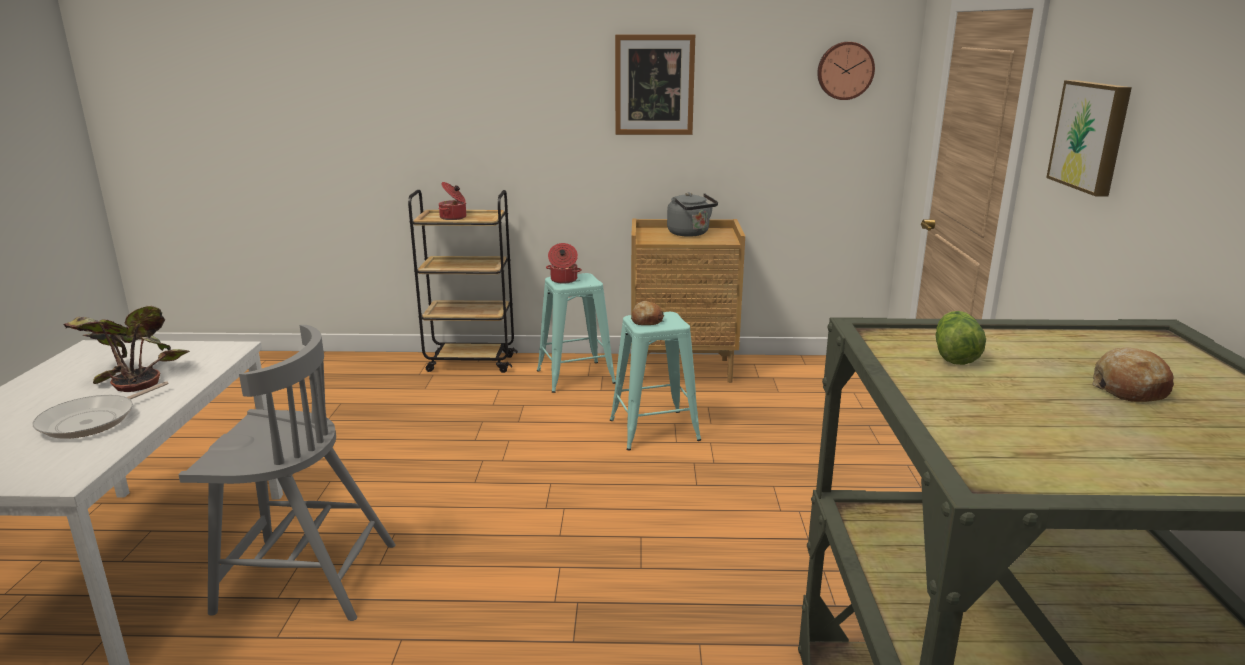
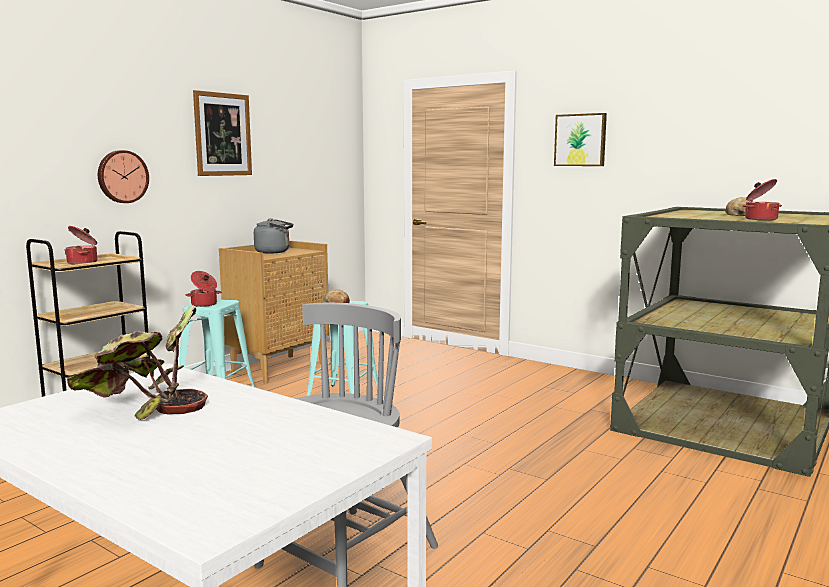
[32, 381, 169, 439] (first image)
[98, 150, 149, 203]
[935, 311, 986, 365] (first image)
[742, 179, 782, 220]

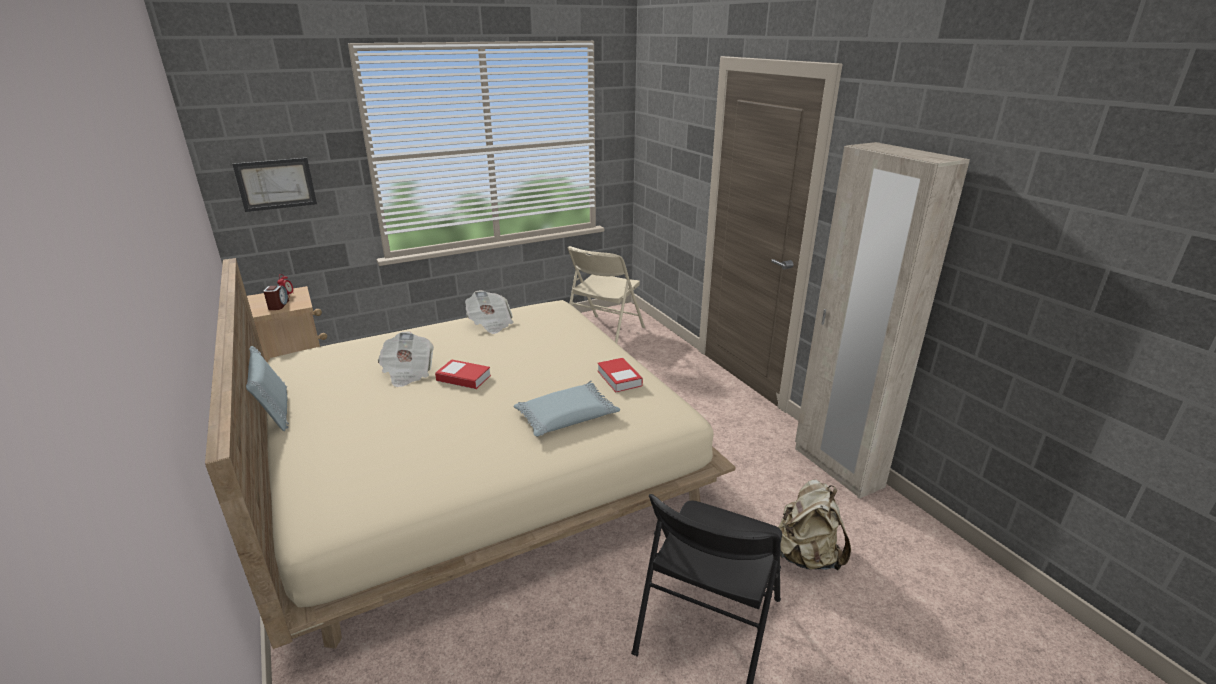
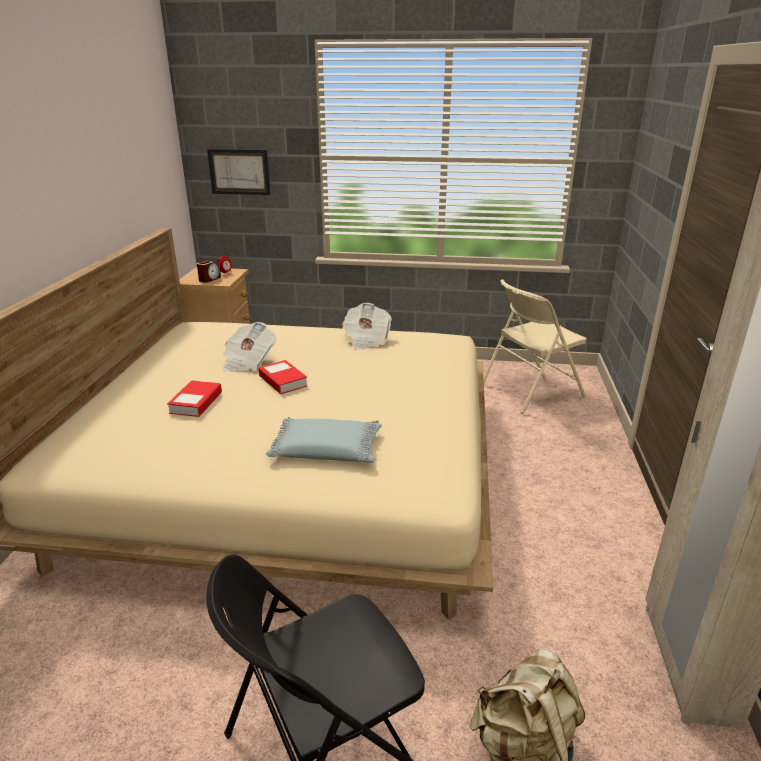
[246, 346, 289, 431] (first image)
[167, 380, 222, 417]

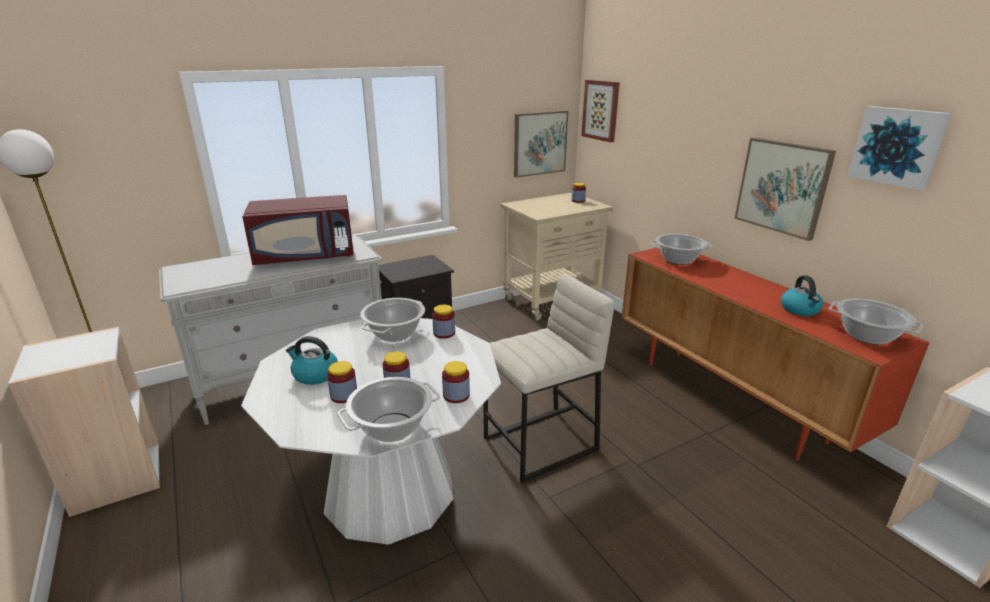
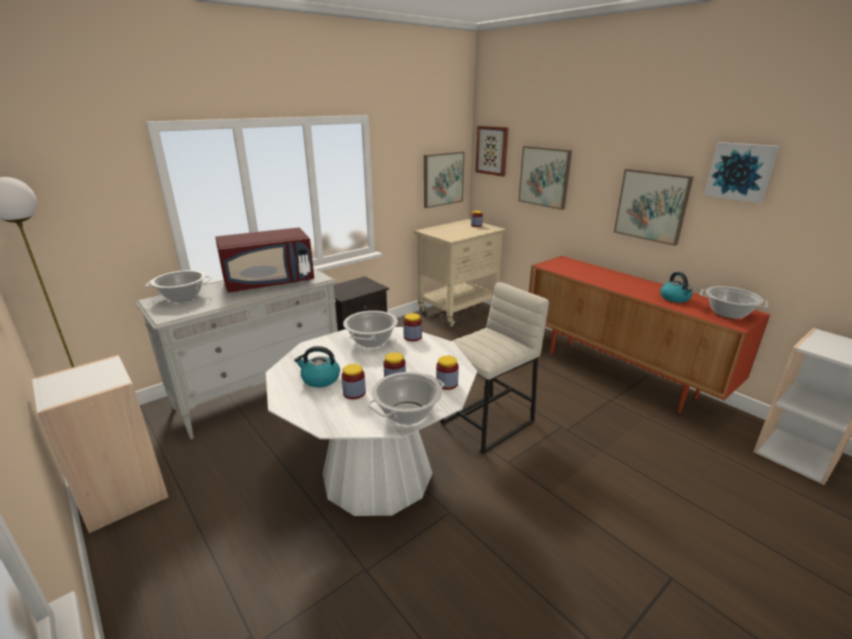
[146, 270, 211, 302]
[518, 146, 572, 210]

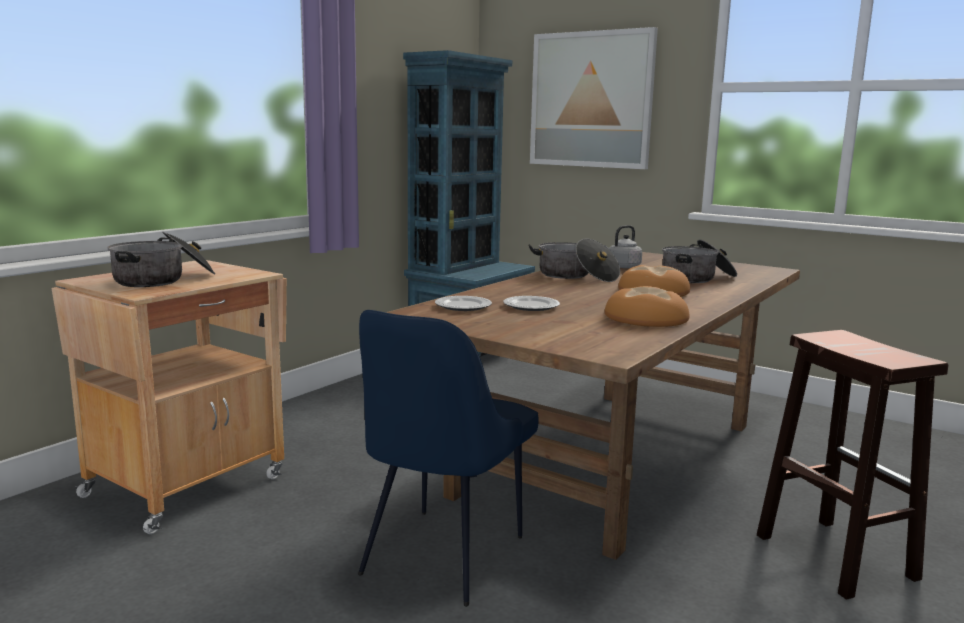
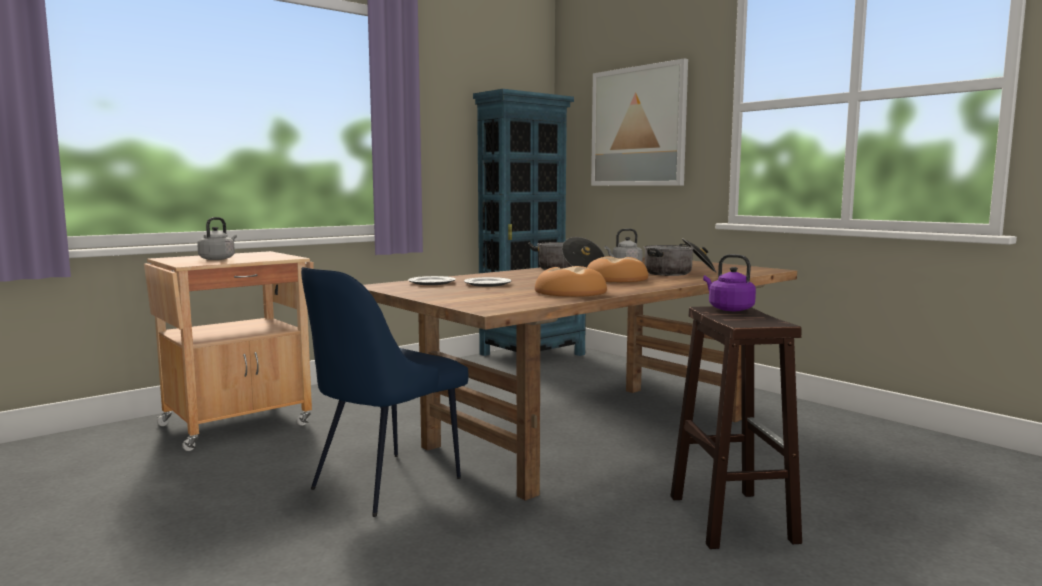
[197, 217, 237, 260]
[703, 254, 756, 311]

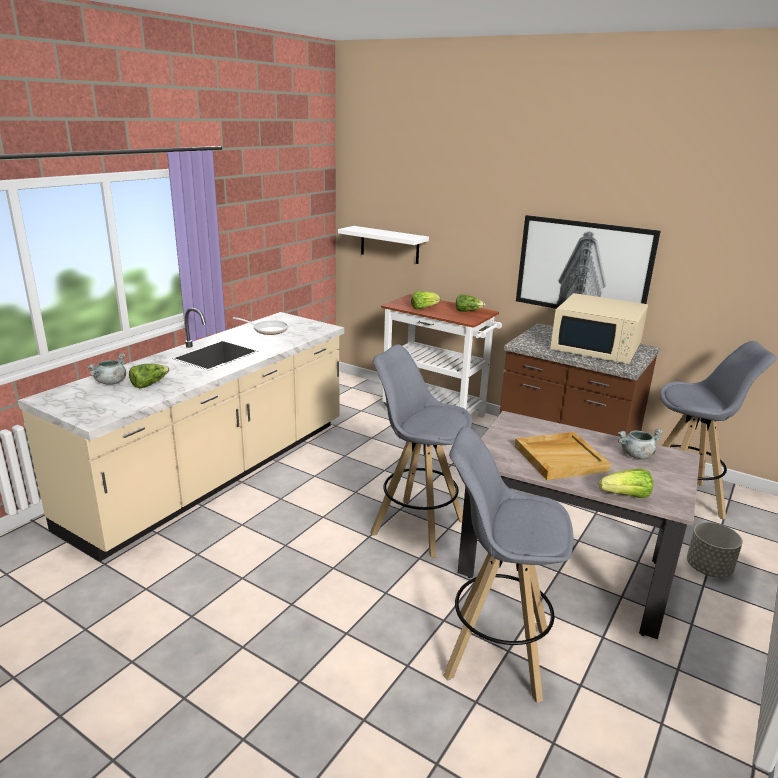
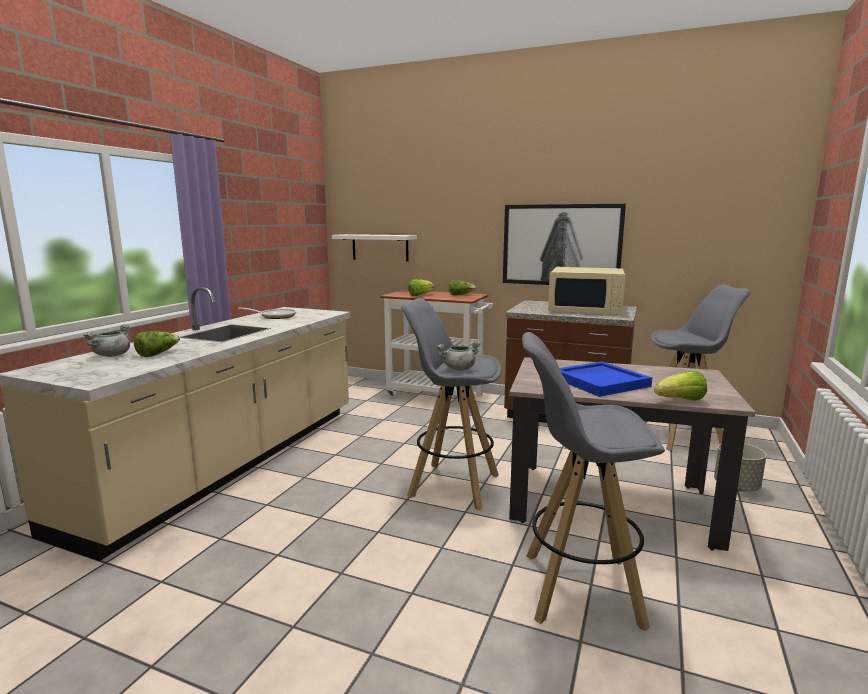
[560, 361, 652, 397]
[436, 341, 480, 370]

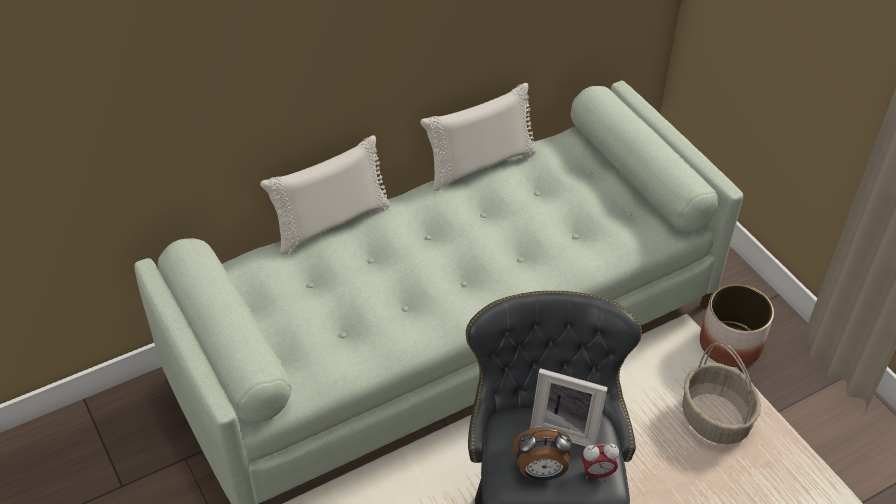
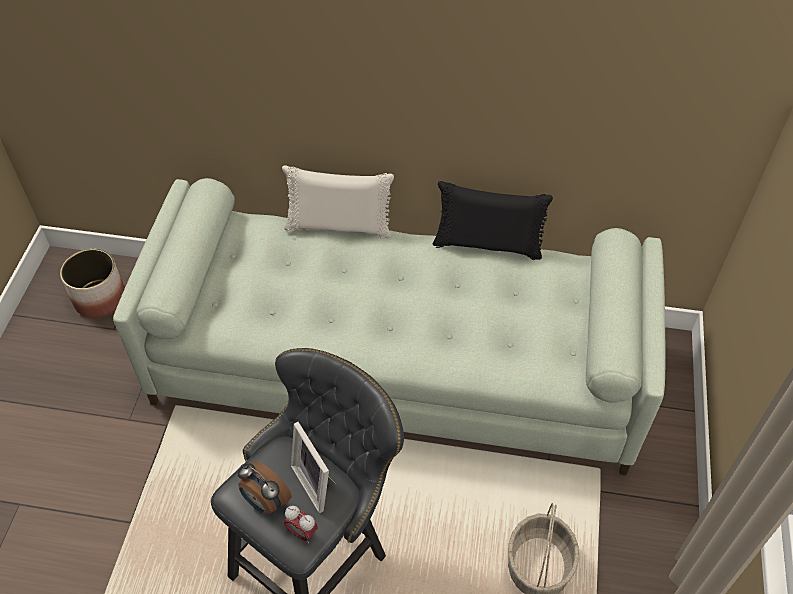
[433, 181, 553, 260]
[60, 249, 125, 318]

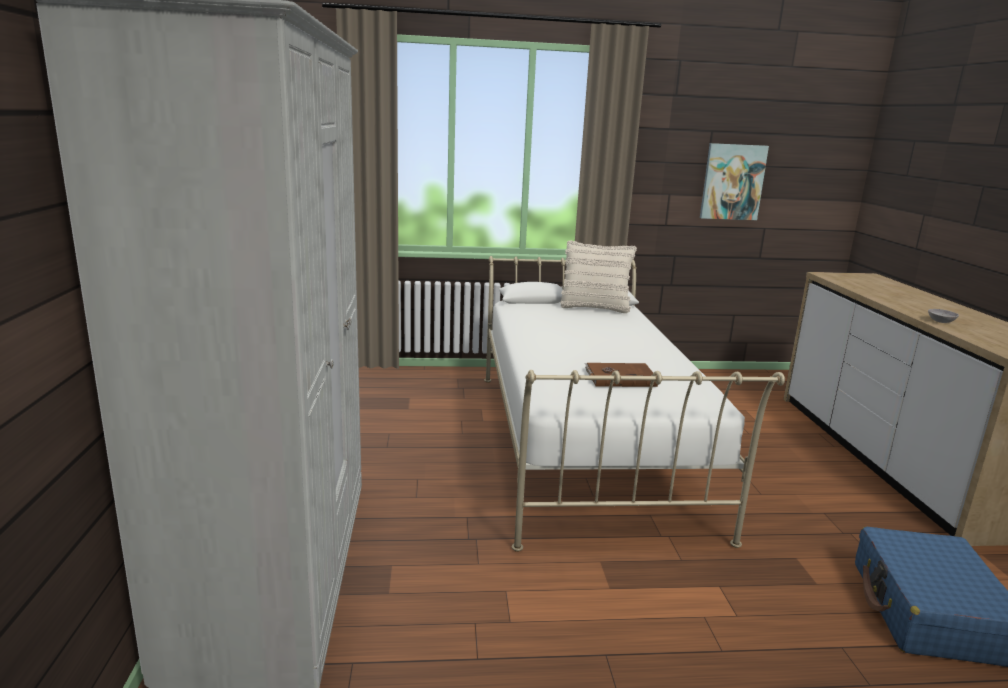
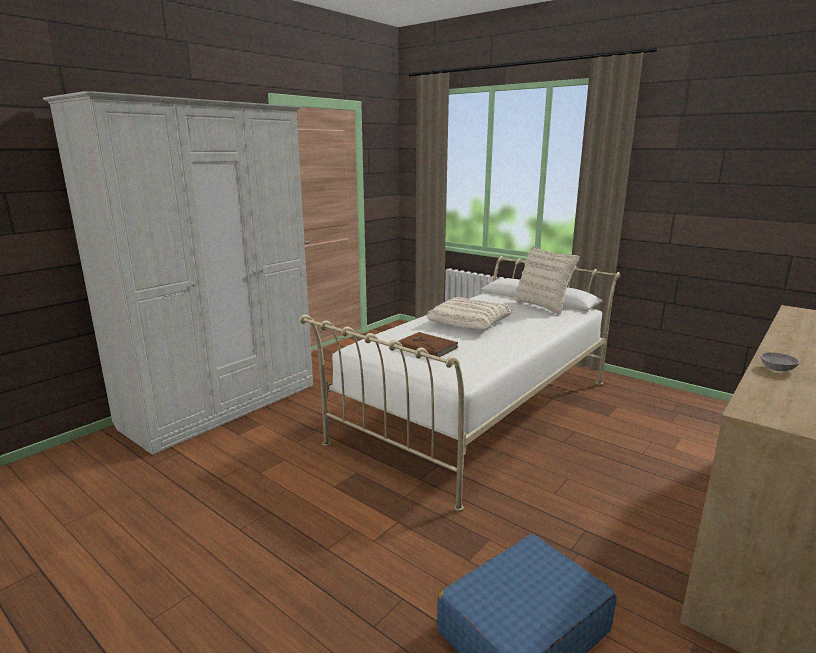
[700, 143, 769, 220] (first image)
[427, 297, 513, 330]

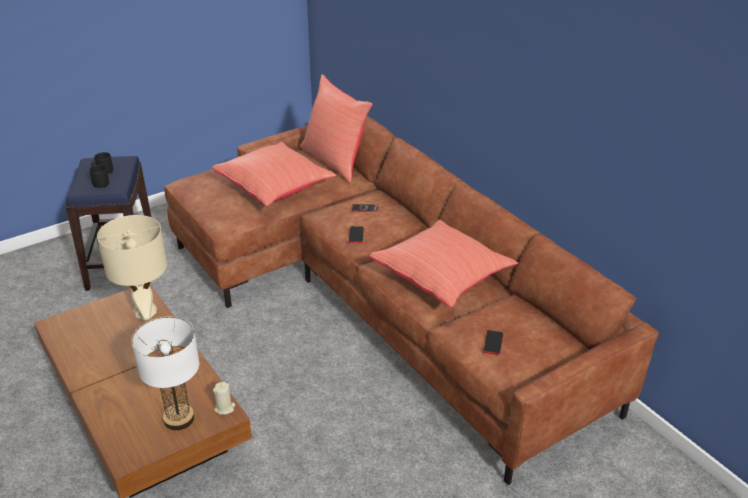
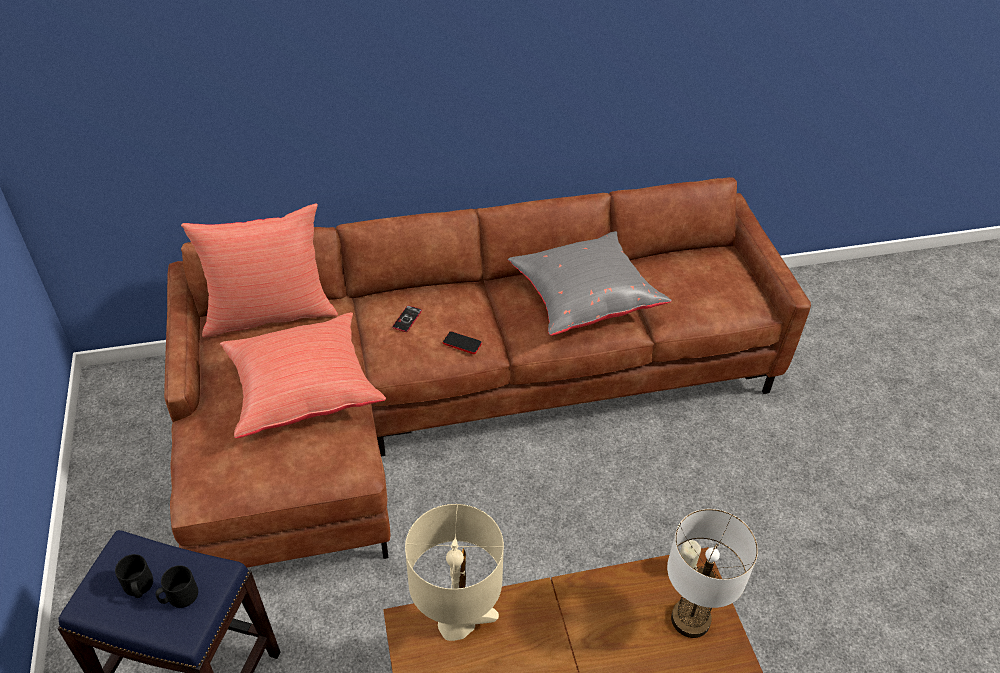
[508, 231, 672, 336]
[483, 330, 503, 355] (first image)

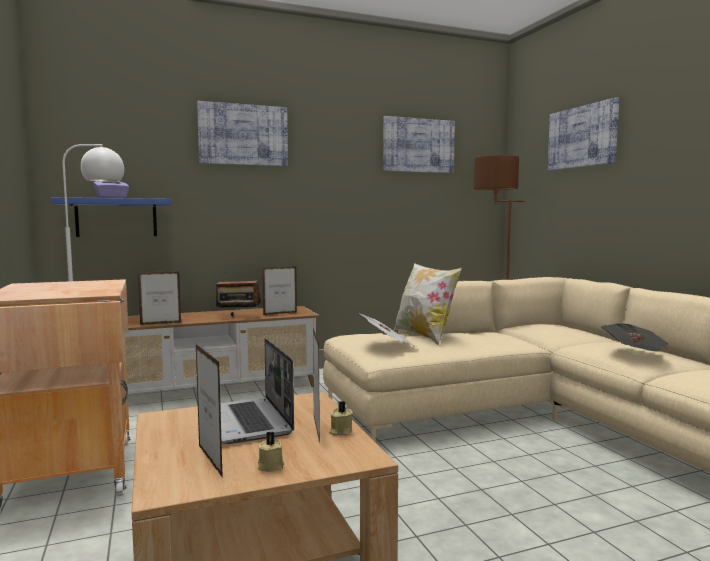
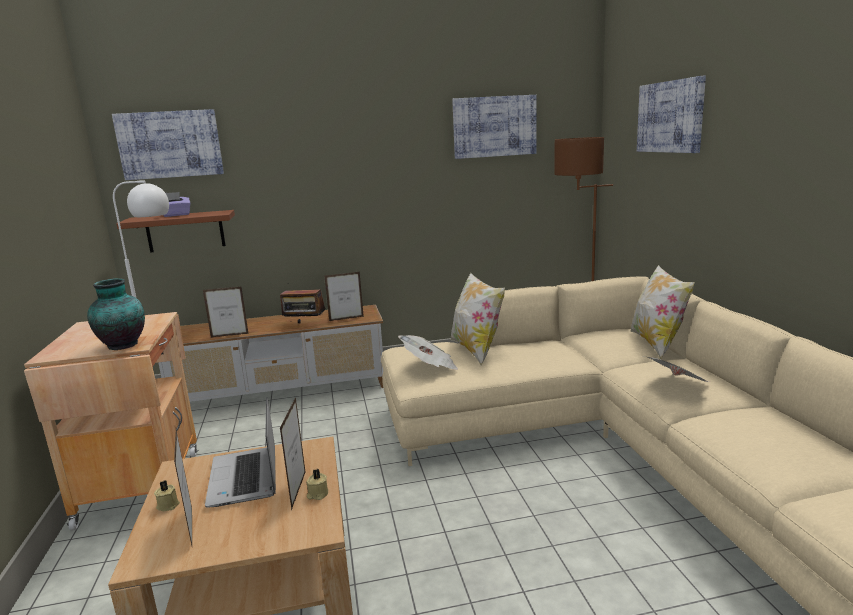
[116, 210, 235, 253]
[112, 109, 224, 180]
[154, 480, 180, 511]
[87, 278, 145, 350]
[630, 265, 695, 359]

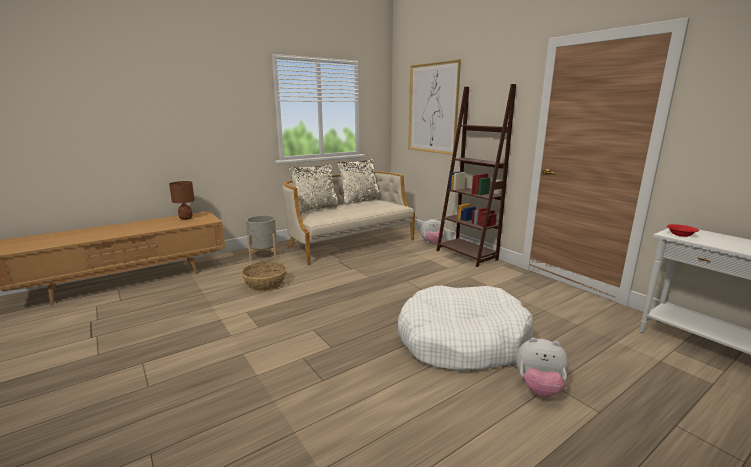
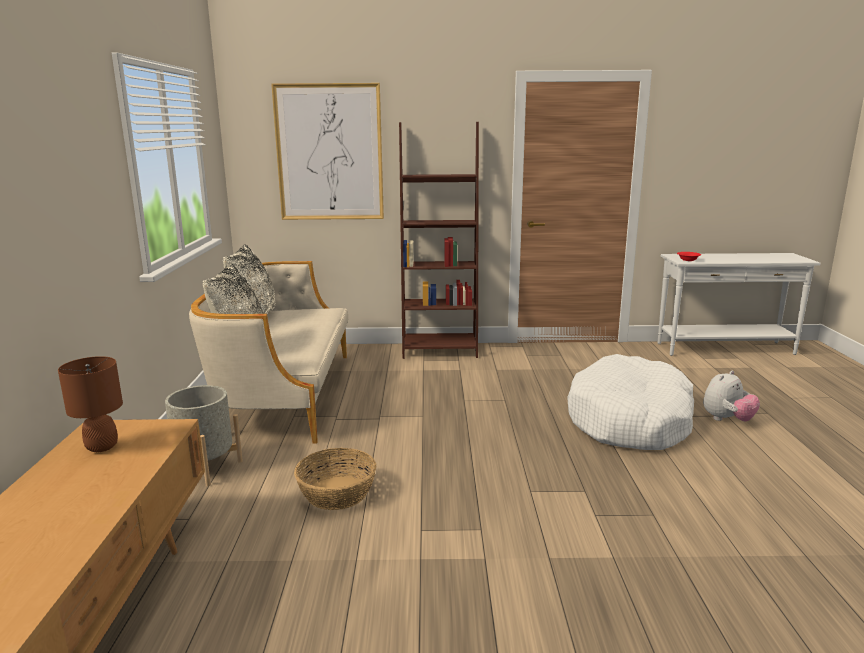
[420, 218, 444, 244] (first image)

